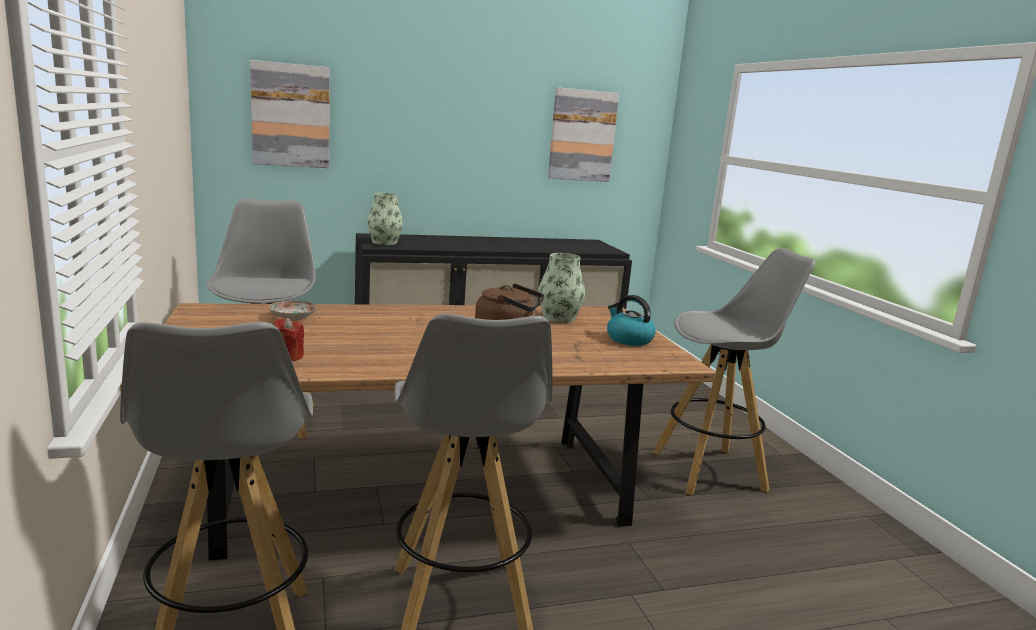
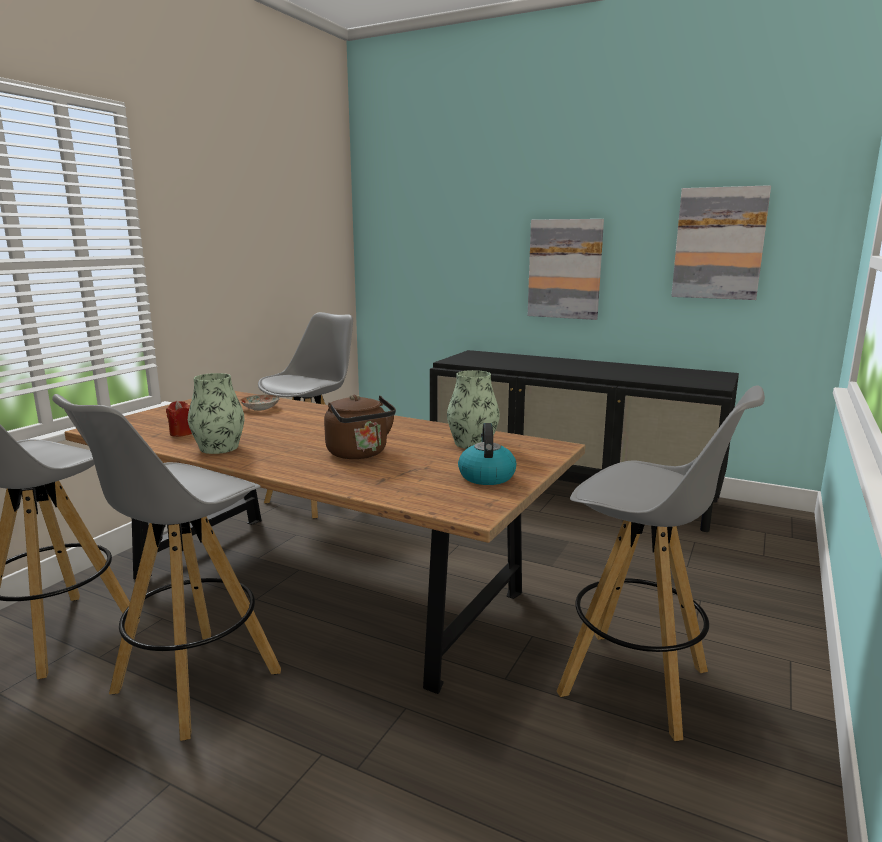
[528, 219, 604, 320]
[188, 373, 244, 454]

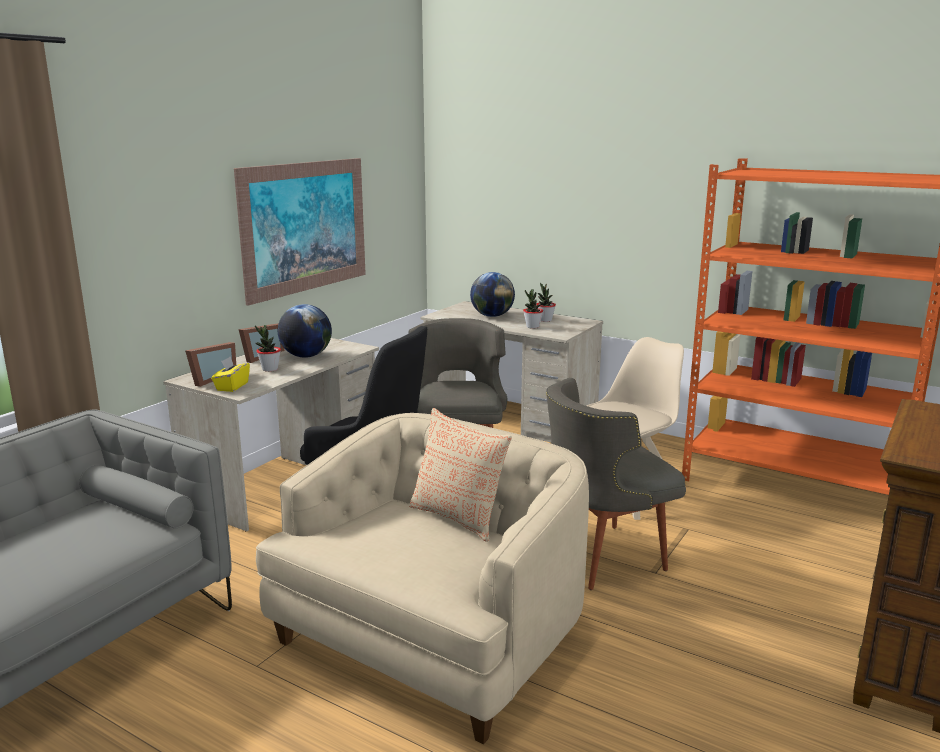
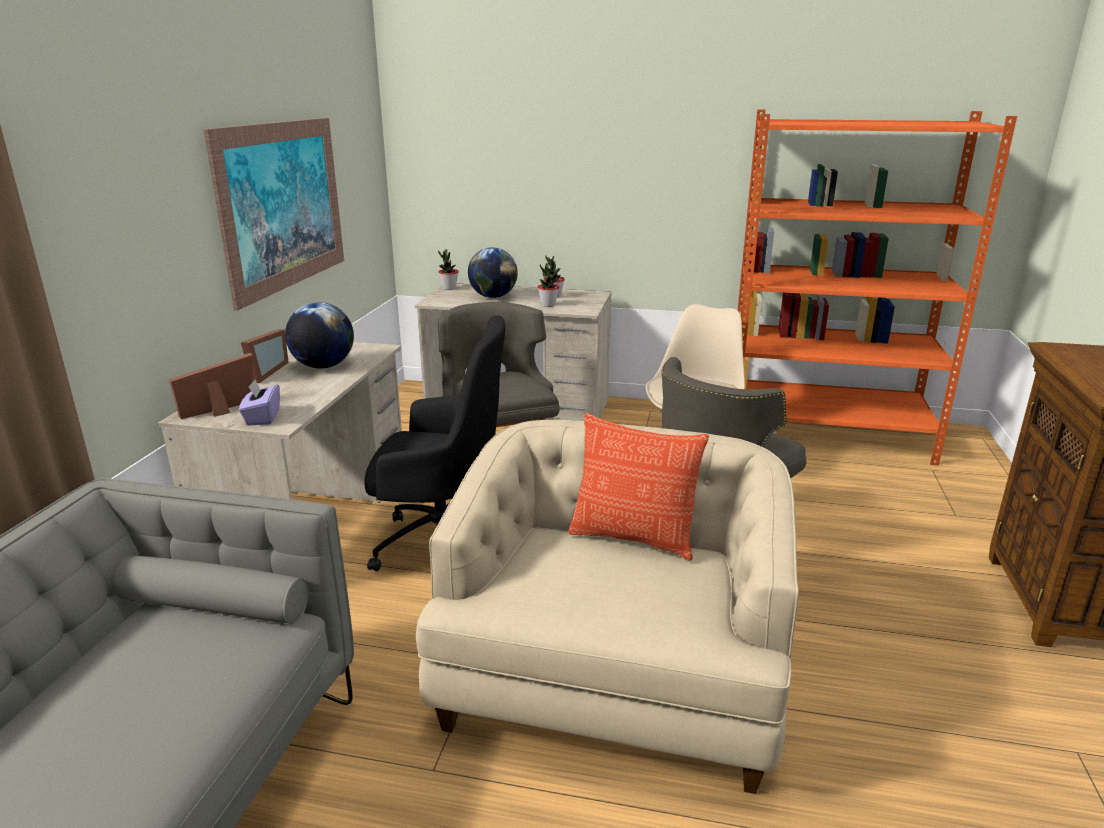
[169, 353, 253, 419]
[239, 379, 280, 426]
[438, 249, 459, 290]
[568, 413, 709, 560]

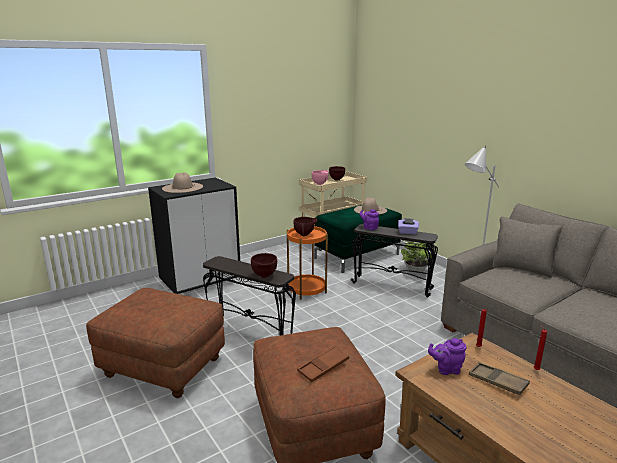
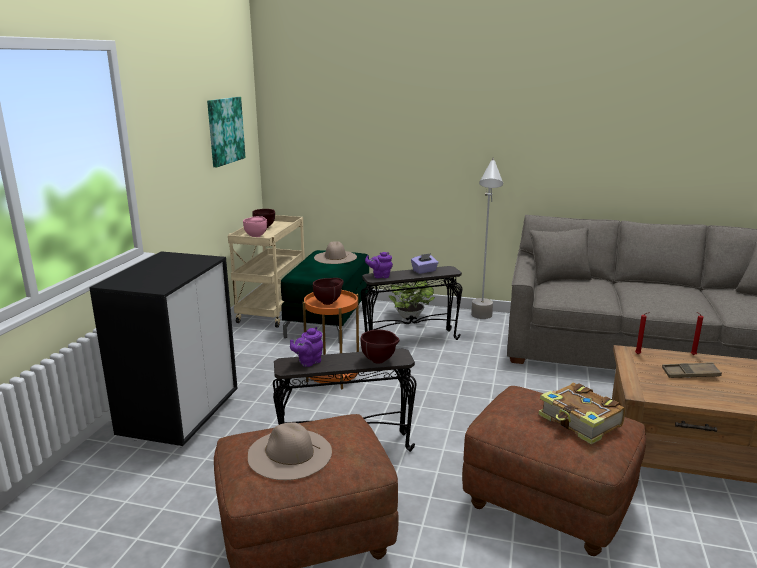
[248, 422, 332, 480]
[538, 383, 626, 444]
[290, 327, 323, 367]
[207, 97, 245, 167]

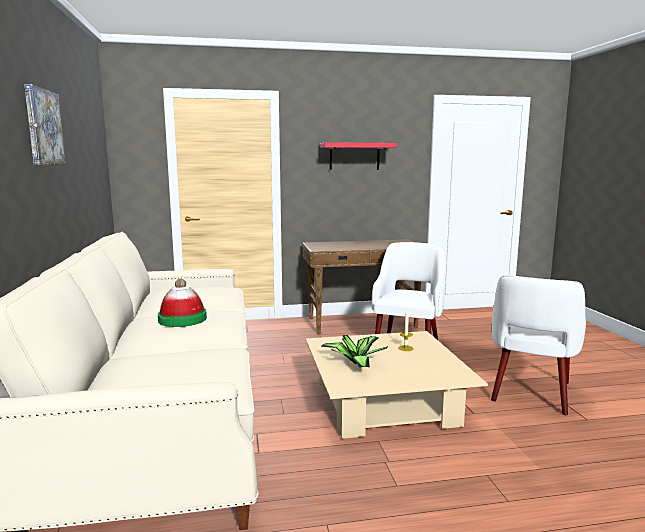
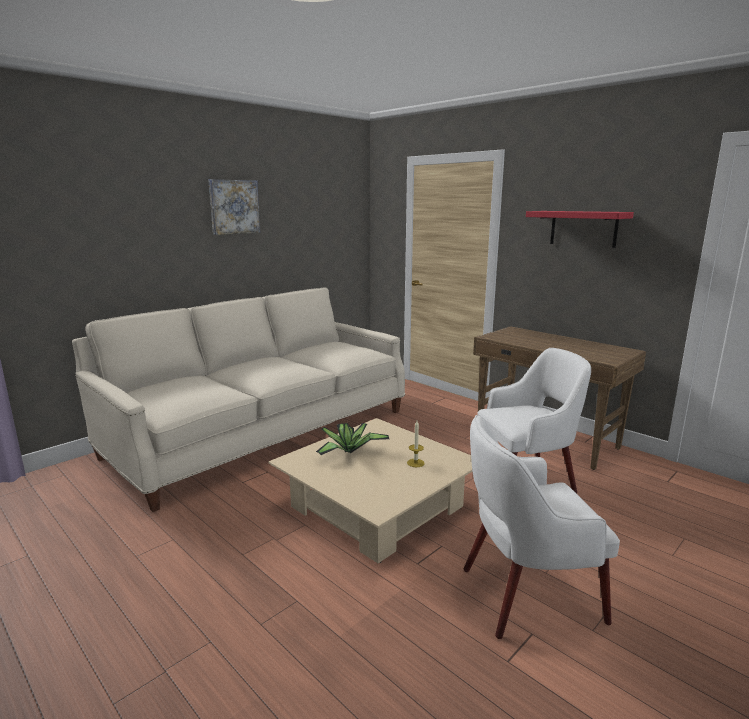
[158, 279, 207, 327] (first image)

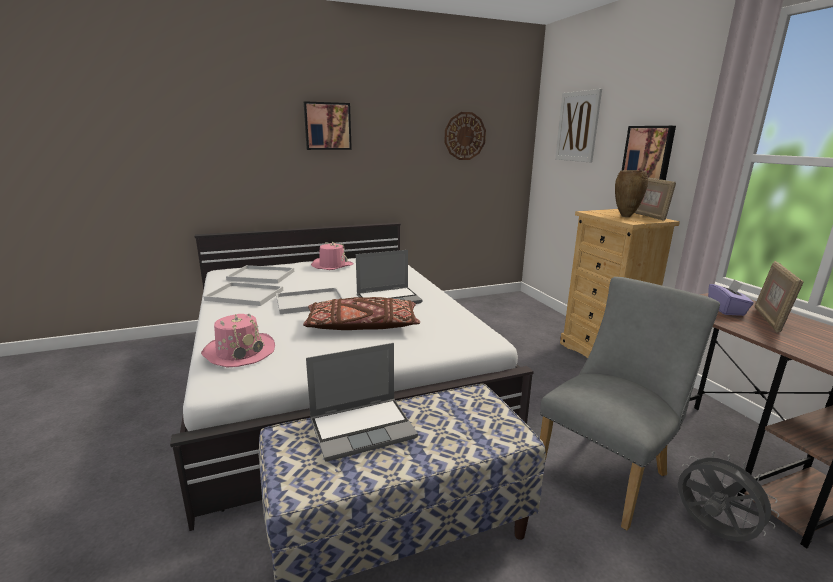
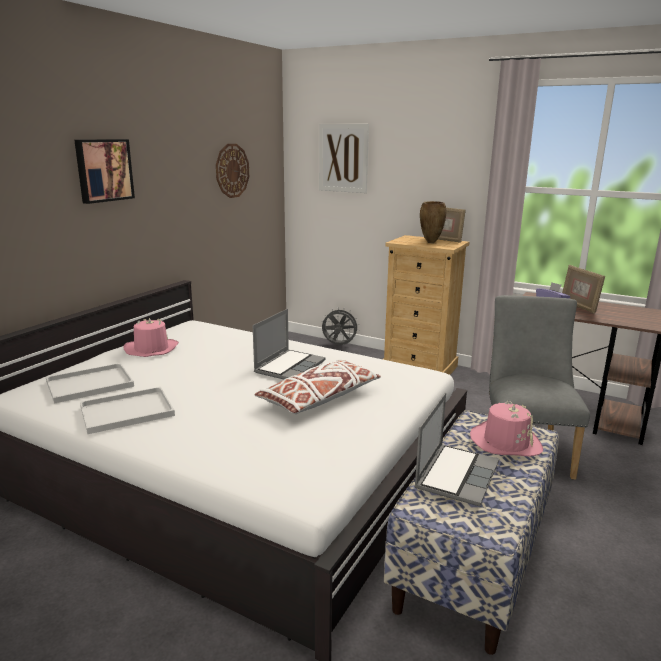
[470, 401, 543, 457]
[276, 287, 343, 314] (first image)
[255, 359, 381, 414]
[622, 126, 676, 180] (first image)
[321, 309, 360, 345]

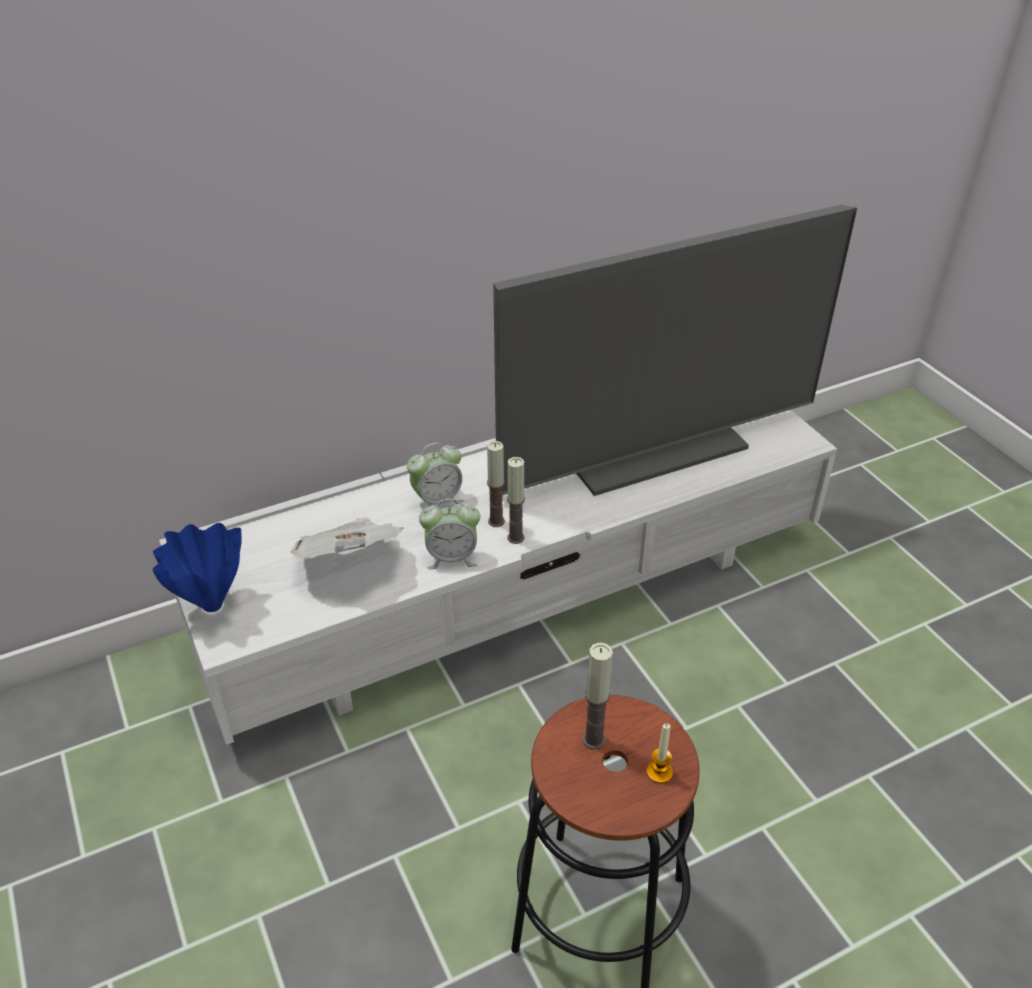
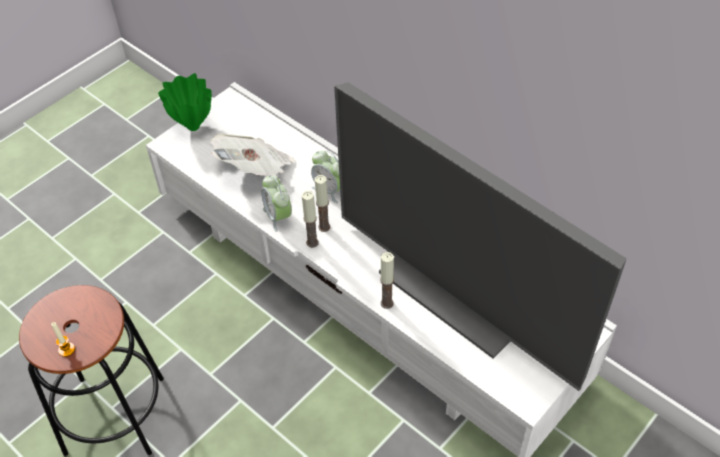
[158, 73, 212, 131]
[380, 252, 394, 309]

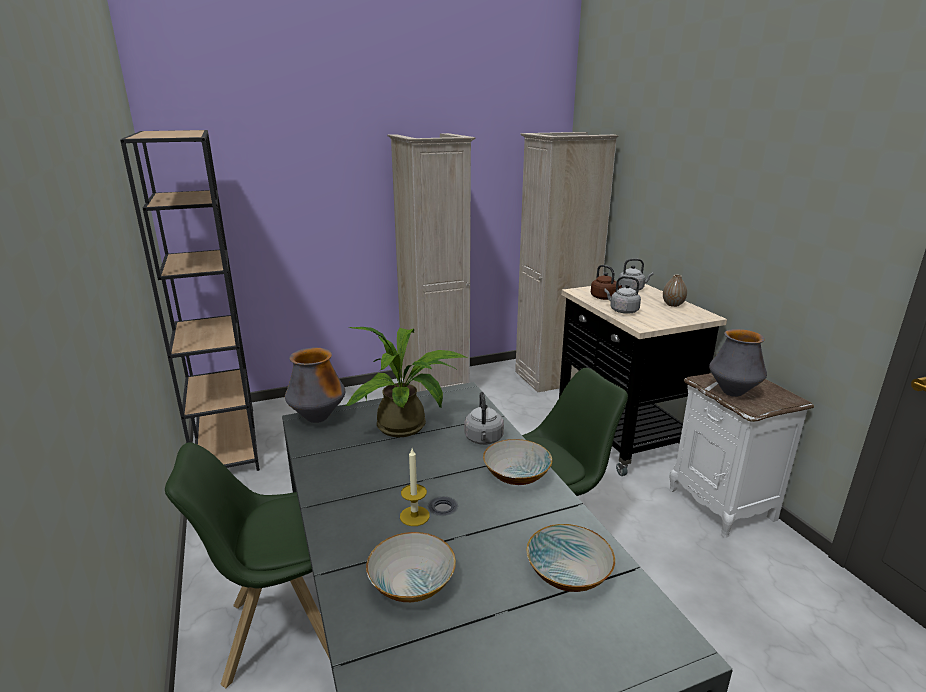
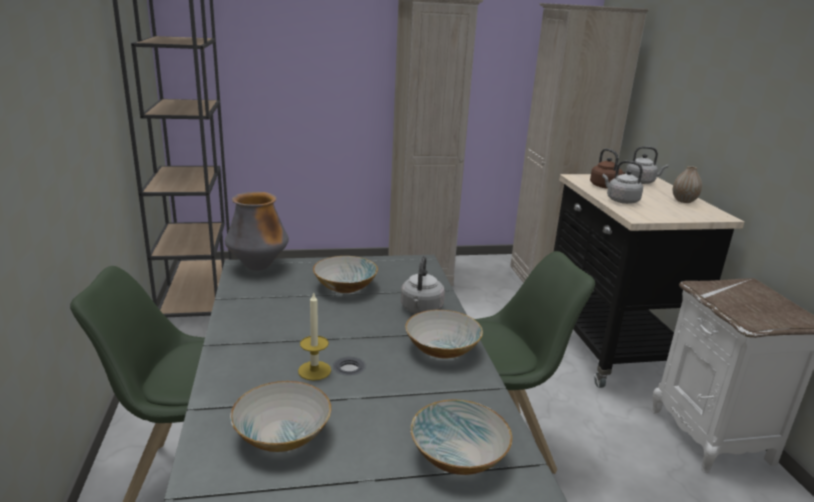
[313, 256, 378, 293]
[709, 329, 767, 397] (first image)

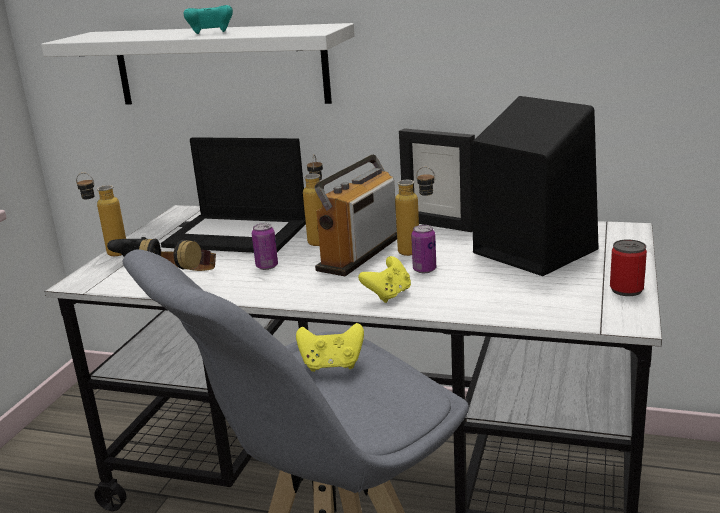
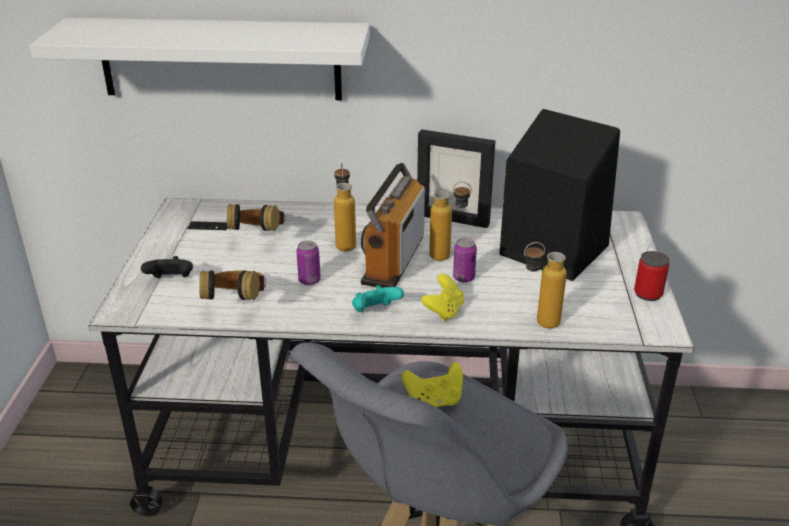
[524, 242, 567, 329]
[227, 204, 285, 231]
[352, 285, 404, 312]

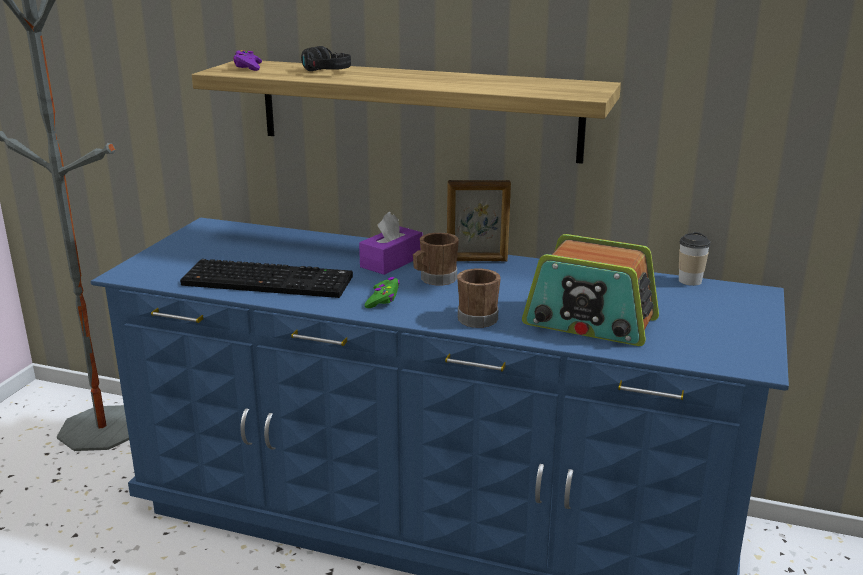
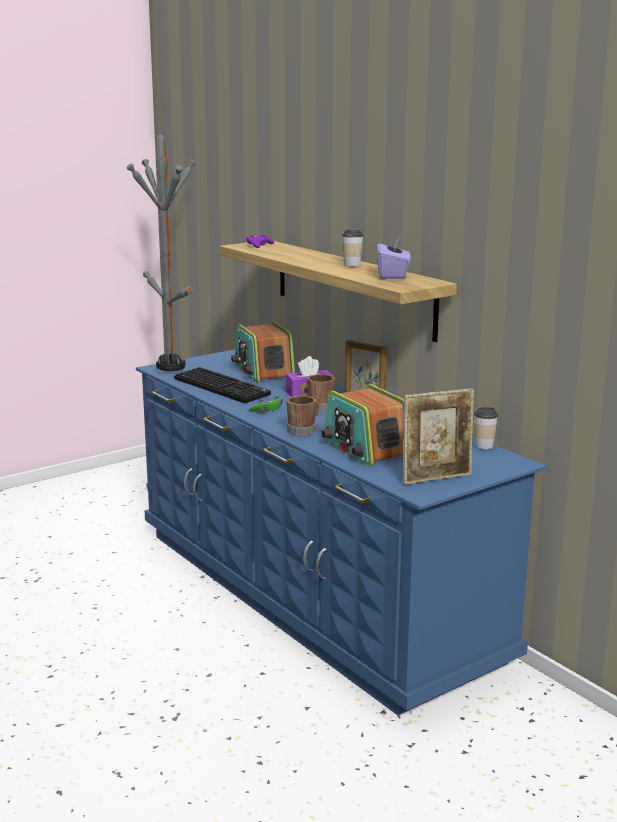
[156, 353, 185, 371]
[231, 321, 295, 383]
[342, 230, 363, 267]
[377, 235, 411, 279]
[403, 388, 474, 485]

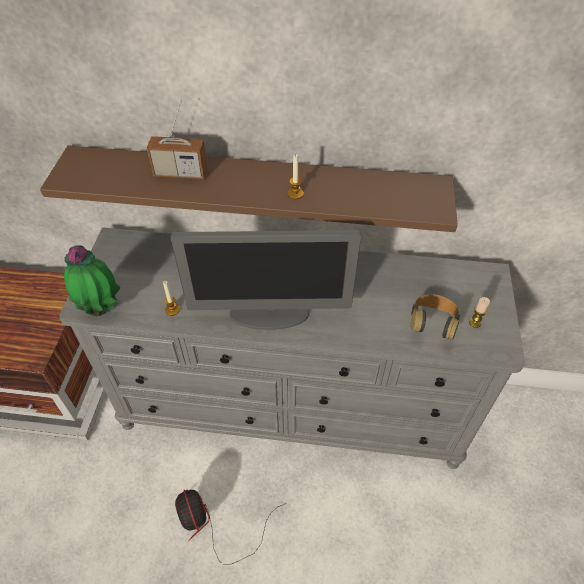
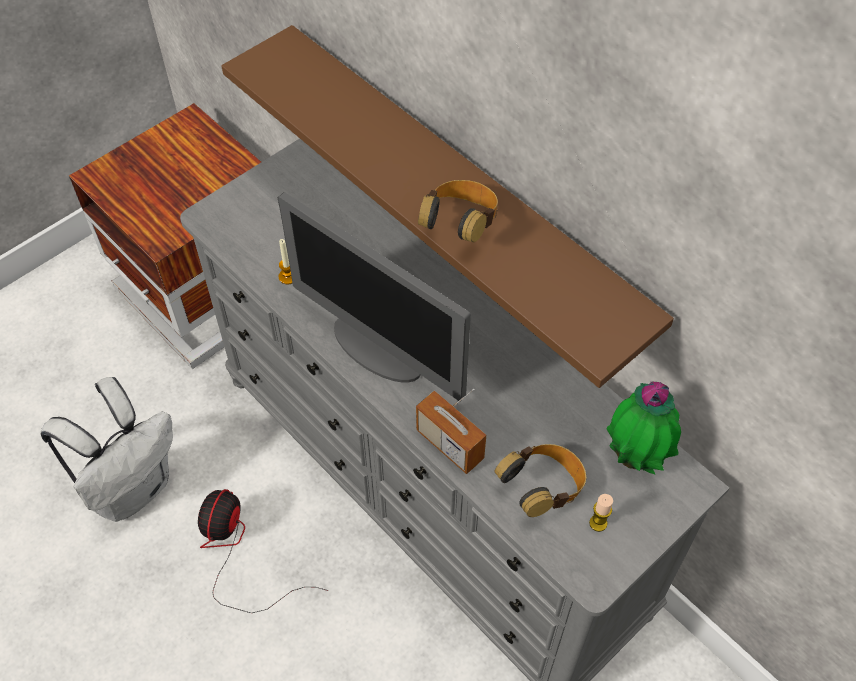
[606, 382, 681, 474]
[416, 389, 486, 474]
[418, 180, 498, 243]
[41, 377, 173, 522]

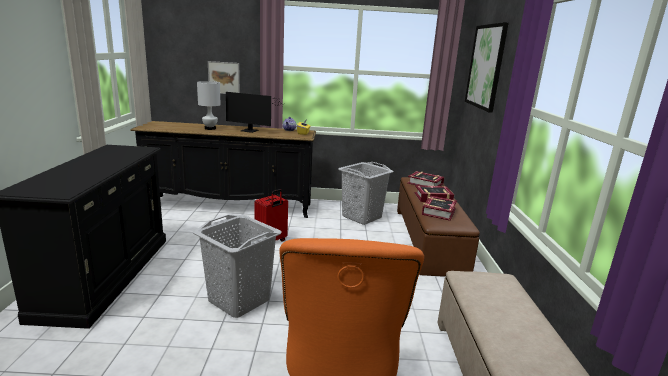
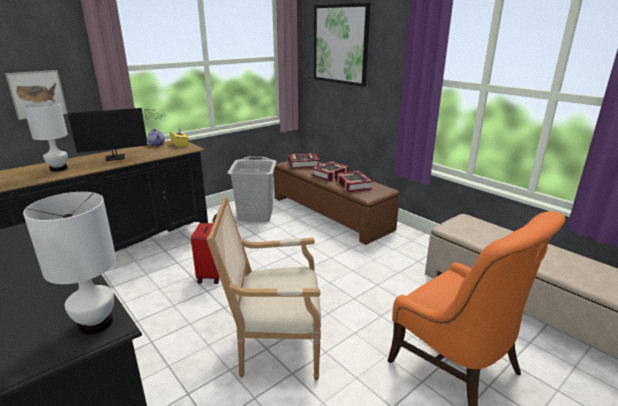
[207, 196, 321, 380]
[23, 192, 116, 335]

